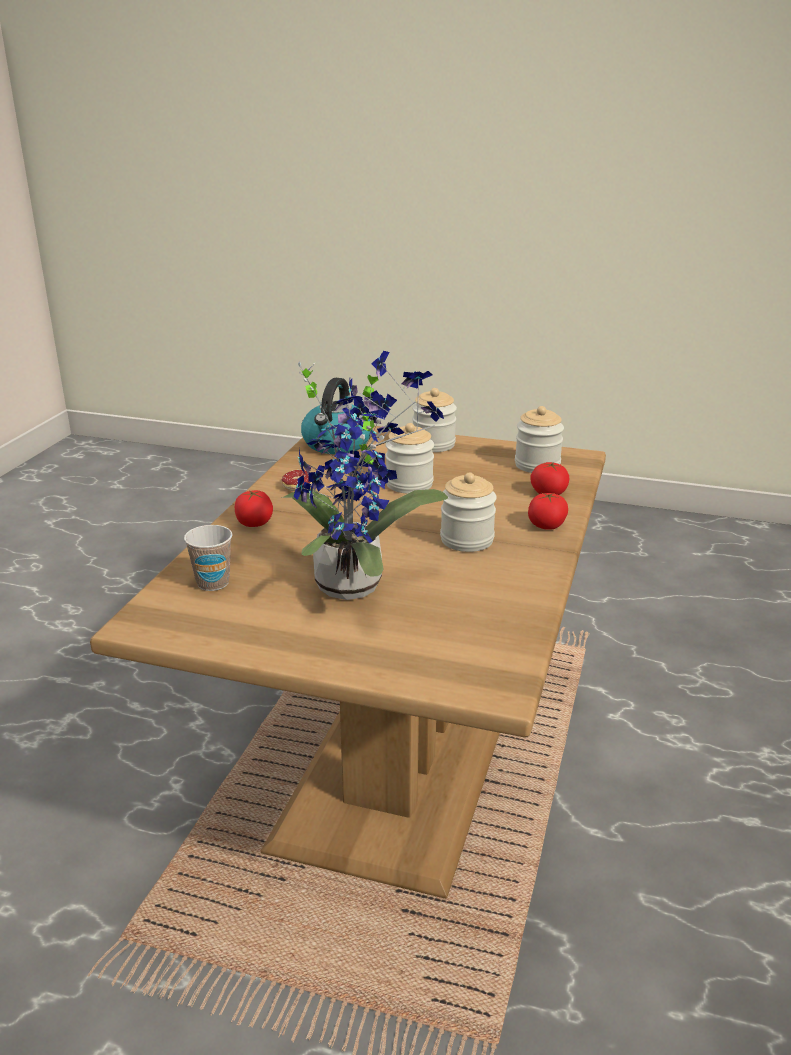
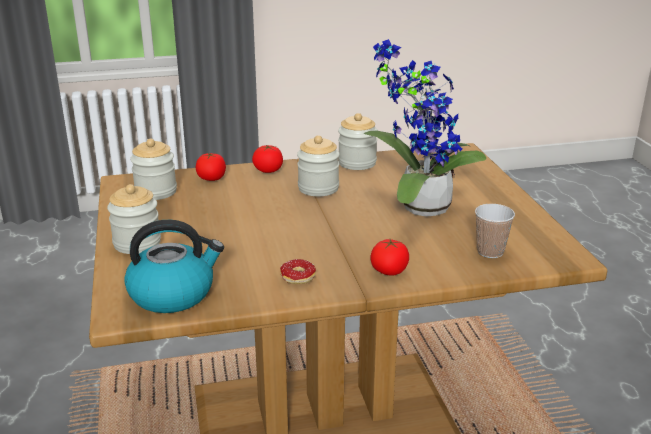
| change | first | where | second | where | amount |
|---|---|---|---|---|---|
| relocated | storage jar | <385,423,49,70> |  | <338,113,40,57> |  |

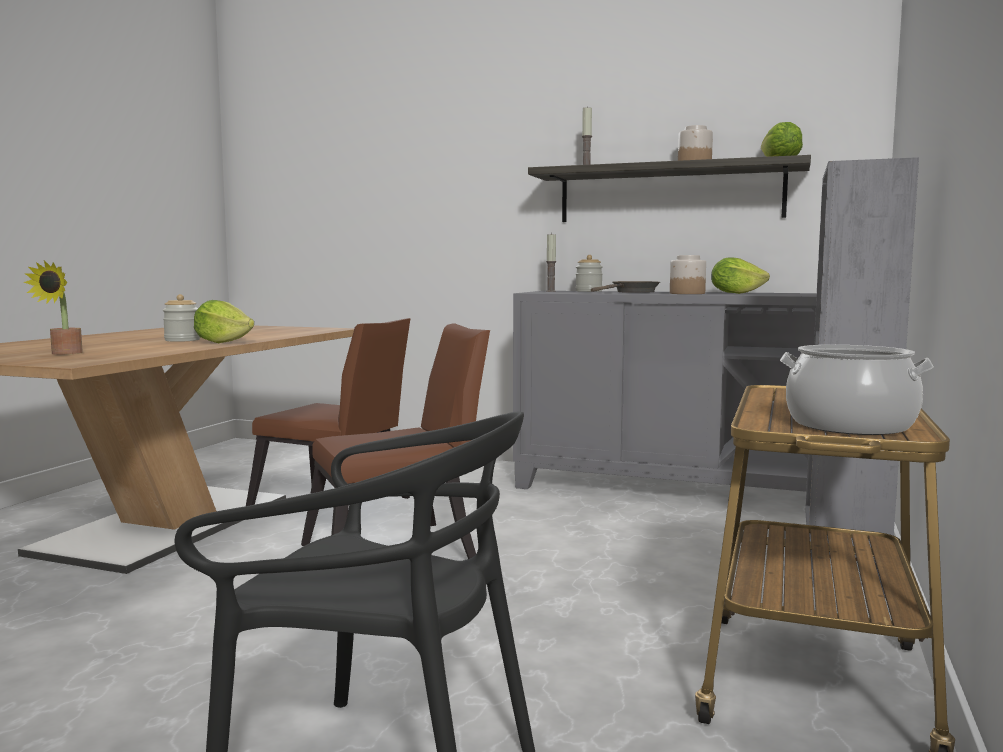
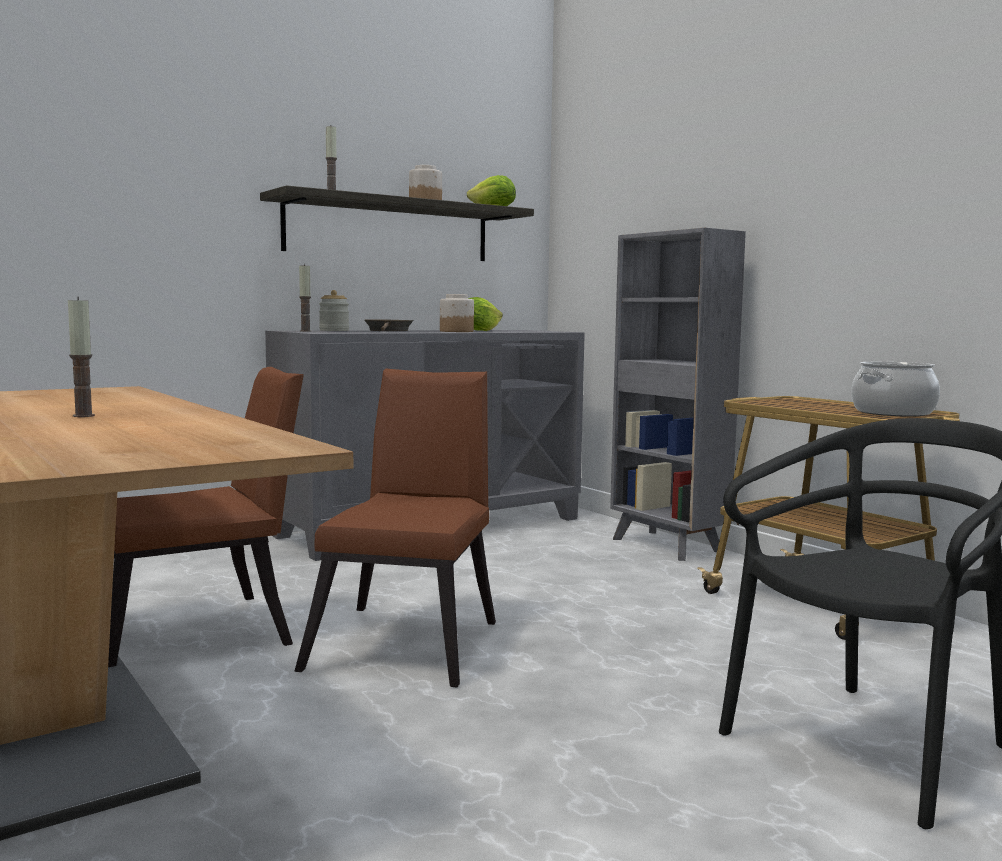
| change | first | where | second | where | amount |
|---|---|---|---|---|---|
| exchanged | storage jar | <163,294,37,48> | wax light | <68,297,27,120> |  |
| missing | plant in a pot | <23,261,60,94> |  |  |  |
| missing | lettuce | <194,300,60,43> |  |  |  |

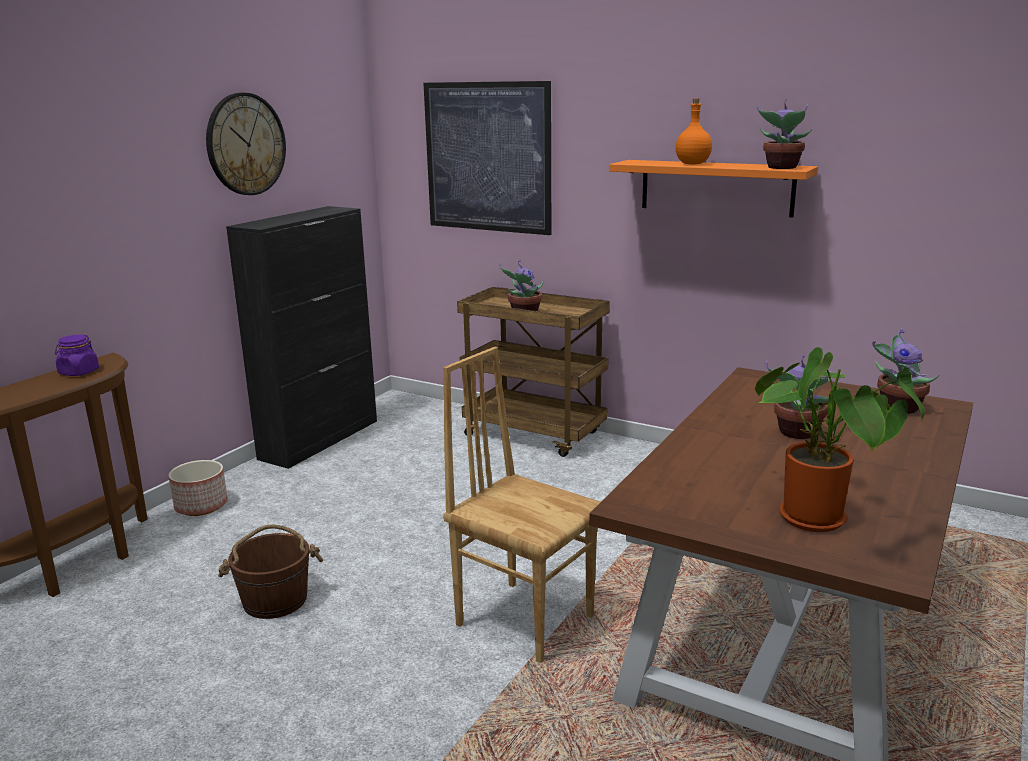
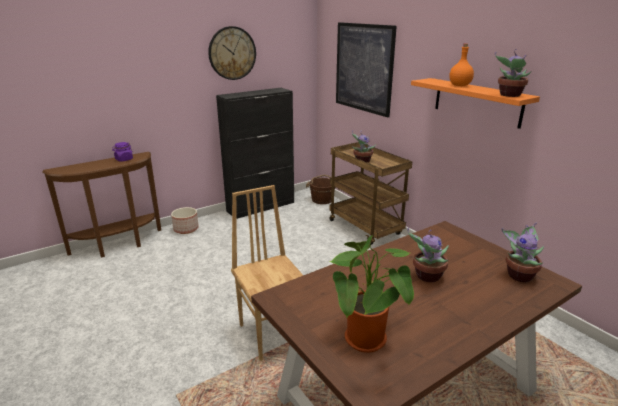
| change | first | where | second | where | amount |
|---|---|---|---|---|---|
| relocated | brown-coloured pail | <218,524,105,95> |  | <306,175,34,29> |  |

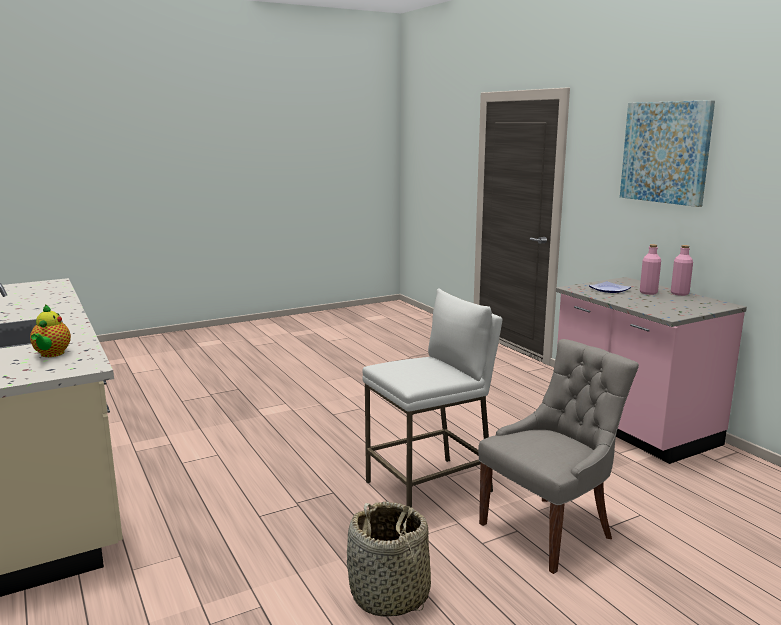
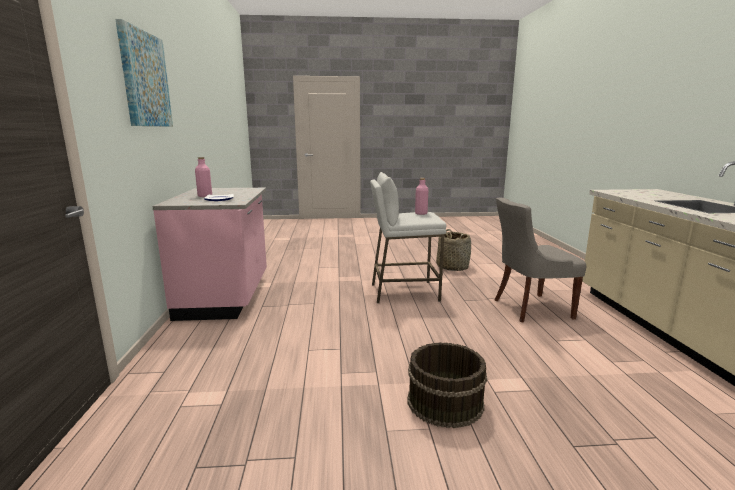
| change | first | where | second | where | amount |
|---|---|---|---|---|---|
| appeared |  |  | brown-coloured pail | <407,342,80,86> |  |
| relocated | pinkish bottle | <671,245,22,51> |  | <415,178,13,37> |  |
| relocated | gray plain chair | <478,339,161,235> |  | <494,198,92,124> |  |
| missing | pot for tea | <30,304,41,53> |  |  |  |

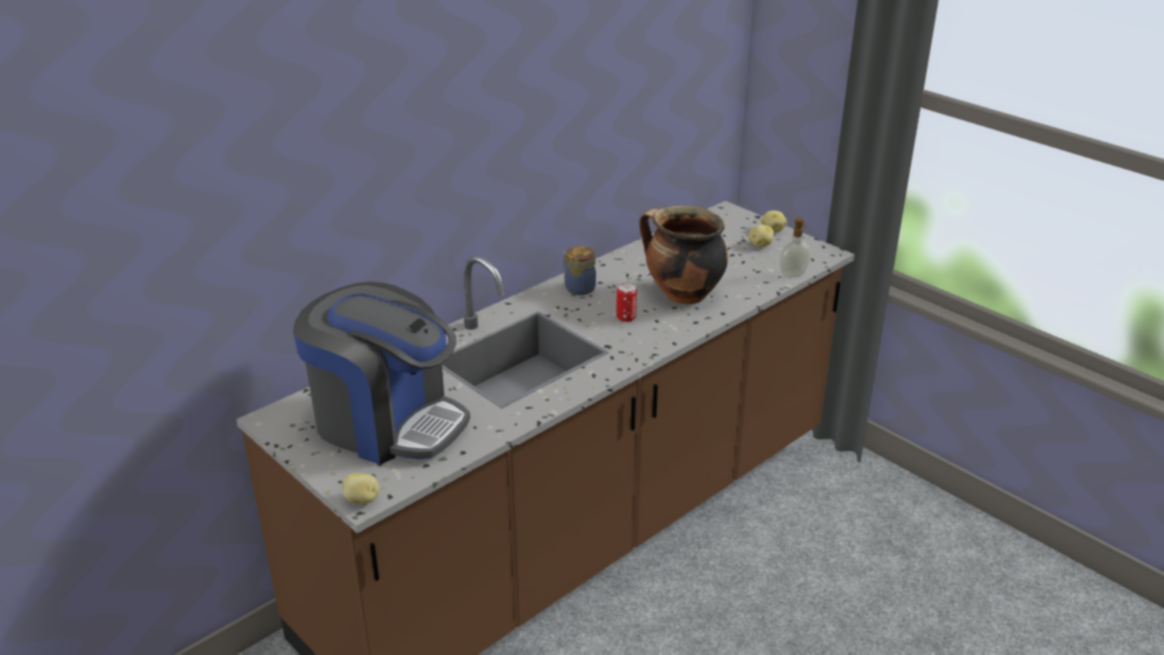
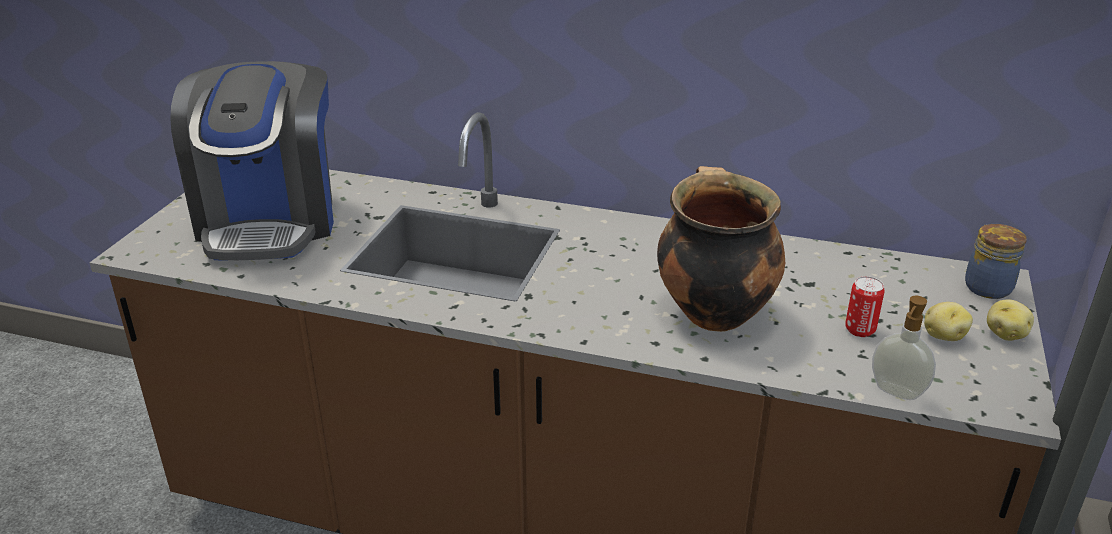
| change | first | where | second | where | amount |
|---|---|---|---|---|---|
| relocated | sealed can | <616,282,21,40> |  | <845,276,40,61> |  |
| relocated | storage jar | <562,246,34,49> |  | <965,224,62,75> |  |
| missing | potato | <343,473,36,31> |  |  |  |

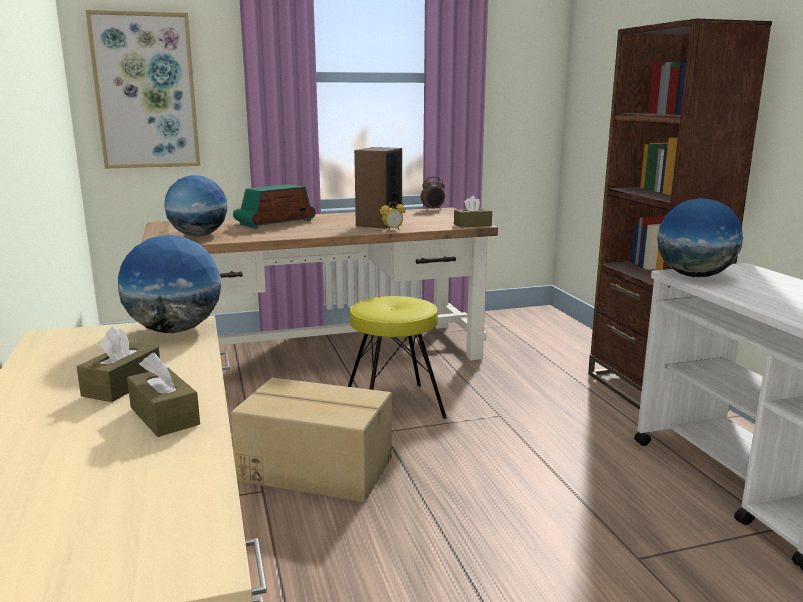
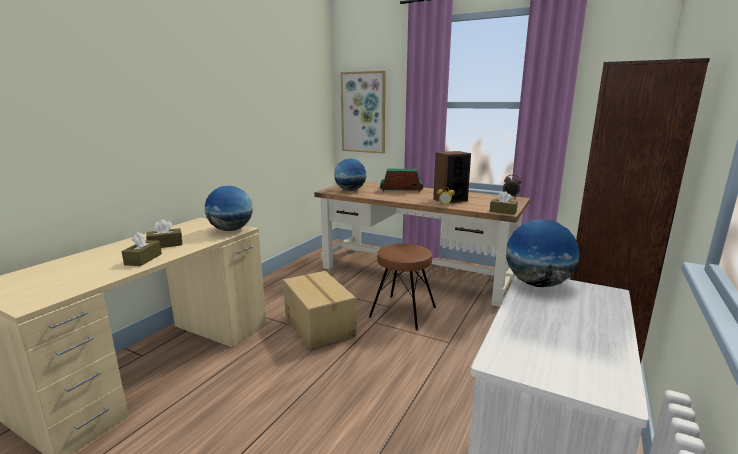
| change | first | where | second | where | amount |
|---|---|---|---|---|---|
| colour | yellow-coloured stool | <348,296,99,123> | brown-coloured stool | <369,244,67,86> |  |

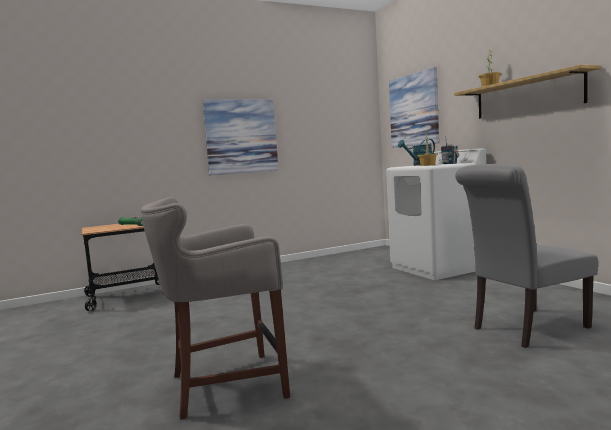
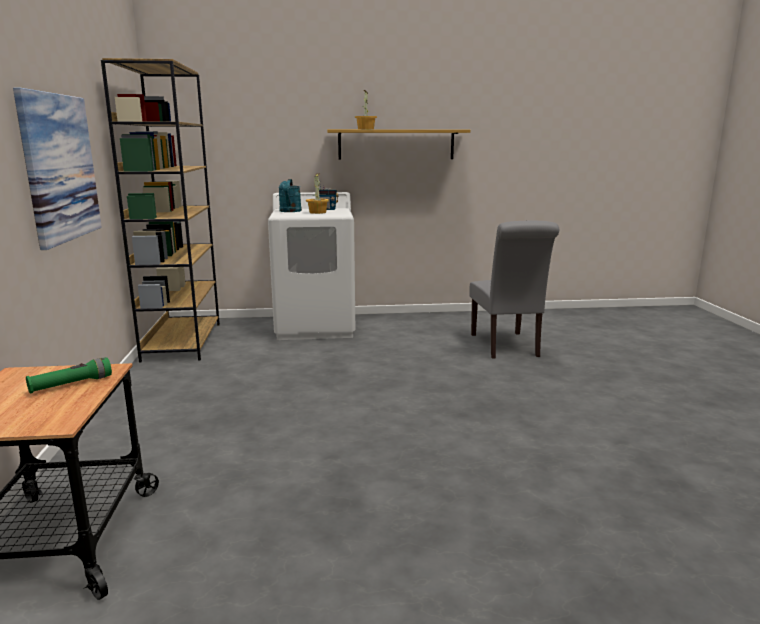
| change | first | where | second | where | amount |
|---|---|---|---|---|---|
| appeared |  |  | brown-coloured shelving unit | <101,58,119,305> |  |
| missing | gray stool | <141,197,149,223> |  |  |  |
| missing | picture | <389,67,50,80> |  |  |  |

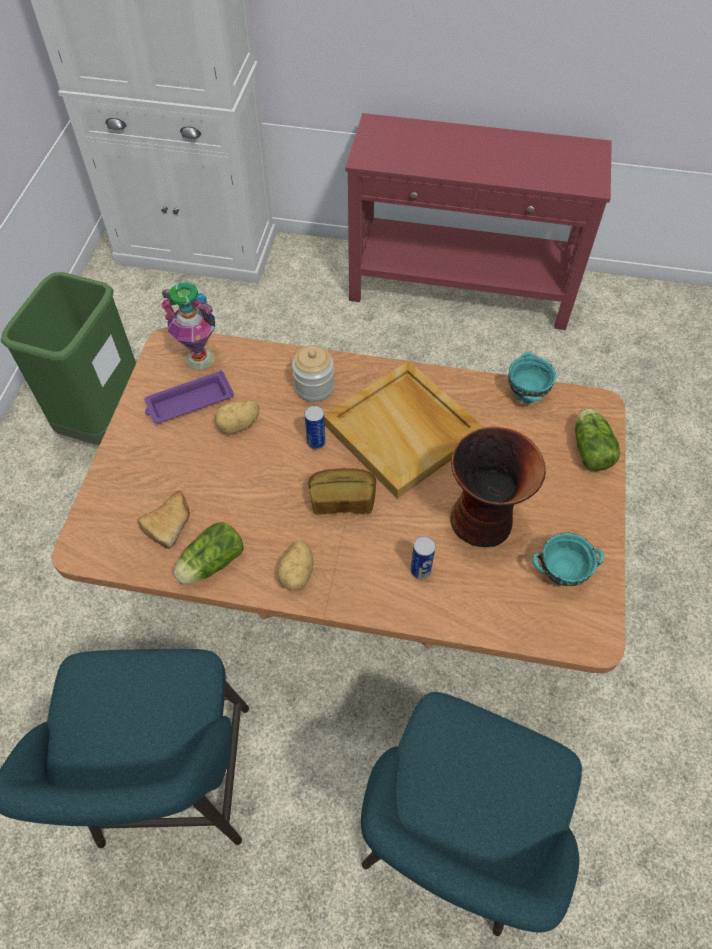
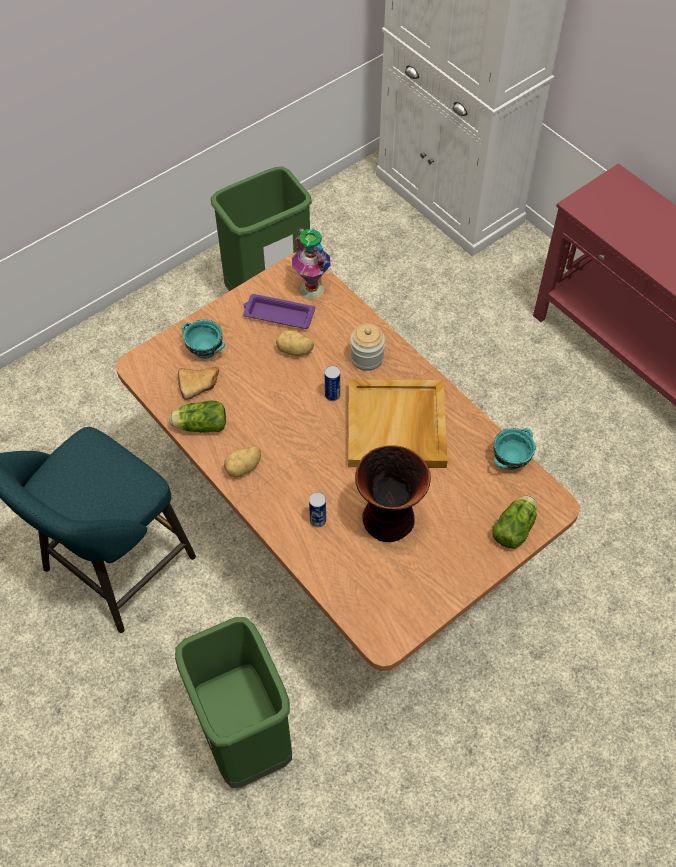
| change | first | where | second | where | amount |
|---|---|---|---|---|---|
| exchanged | turquoise-coloured stool | <361,692,221,244> | greenish trash can | <175,617,117,171> |  |
| relocated | turquoise-coloured deep dish | <532,532,72,54> |  | <181,320,44,39> |  |
| missing | bakery bread | <308,468,68,47> |  |  |  |

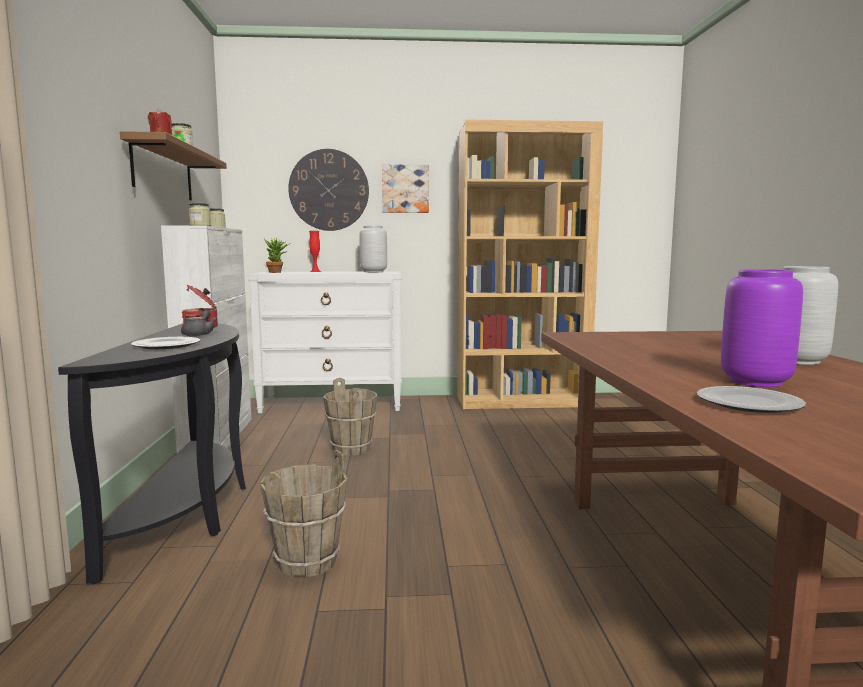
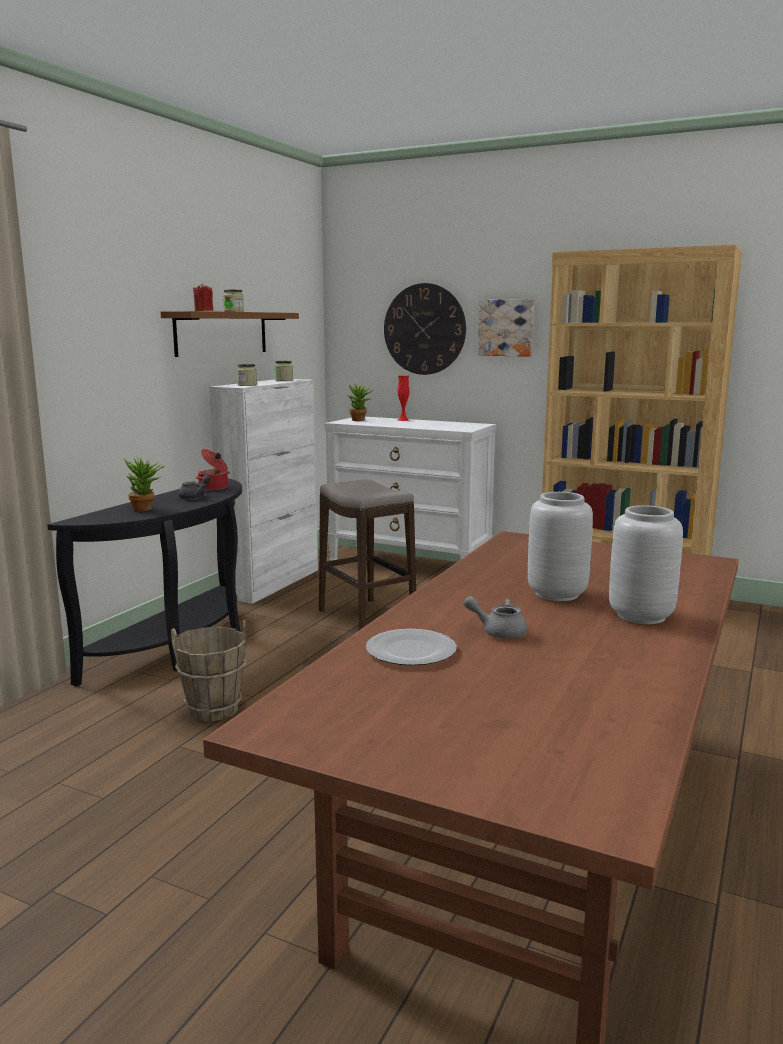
| change | first | where | second | where | amount |
|---|---|---|---|---|---|
| exchanged | flat dish | <131,337,69,12> | plant in a pot | <124,457,41,54> |  |
| exchanged | brown-coloured pail | <323,378,54,78> | stool | <319,480,97,150> |  |
| exchanged | purple flower vase | <721,269,82,118> | gray pot for tea | <464,596,64,43> |  |
| relocated | gray flower vase | <359,225,28,47> |  | <528,492,65,109> |  |

